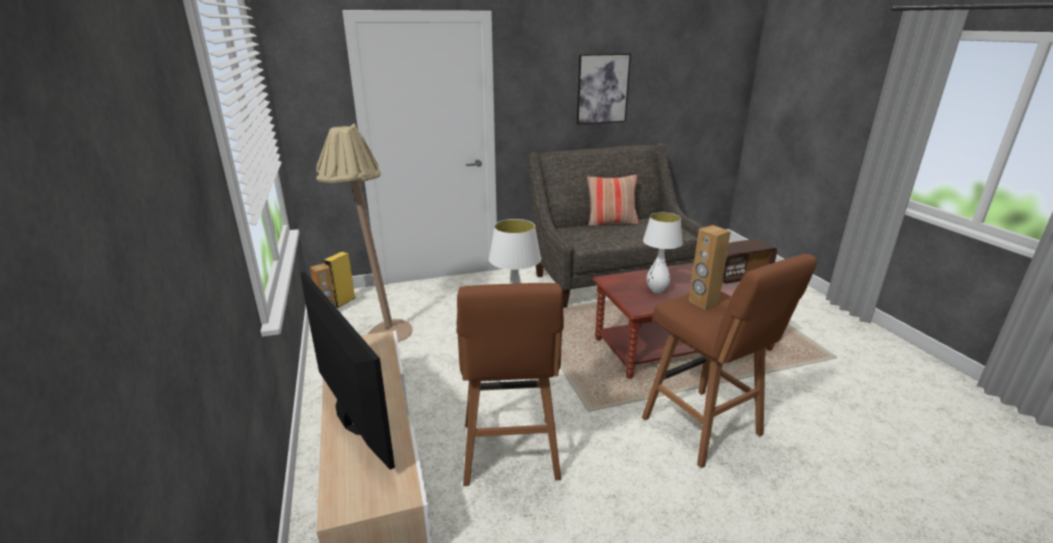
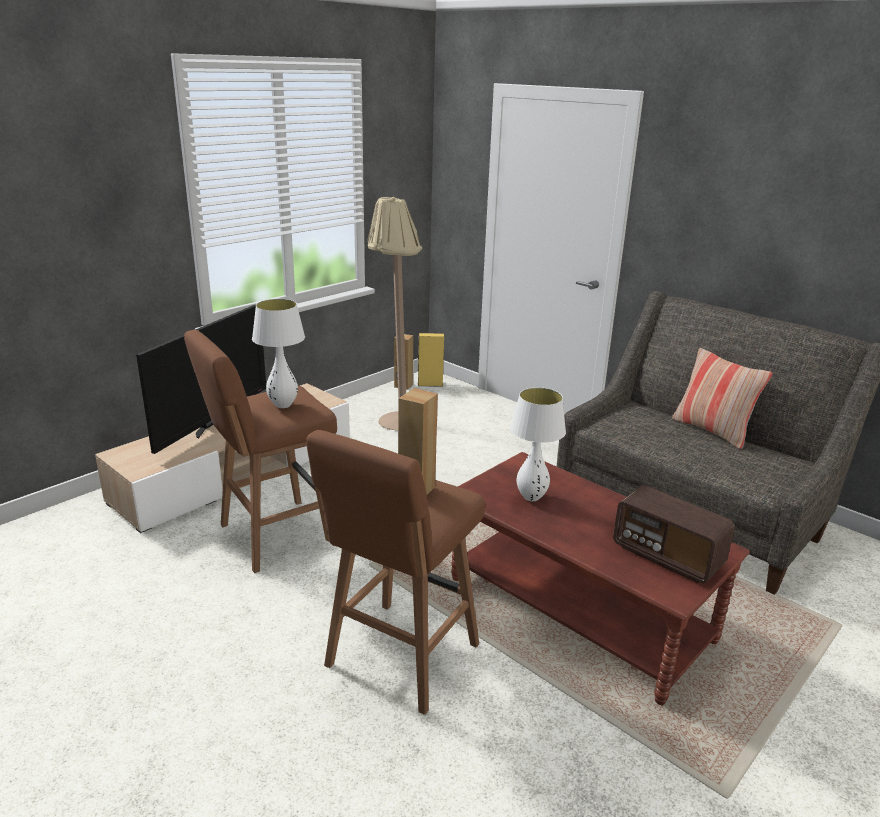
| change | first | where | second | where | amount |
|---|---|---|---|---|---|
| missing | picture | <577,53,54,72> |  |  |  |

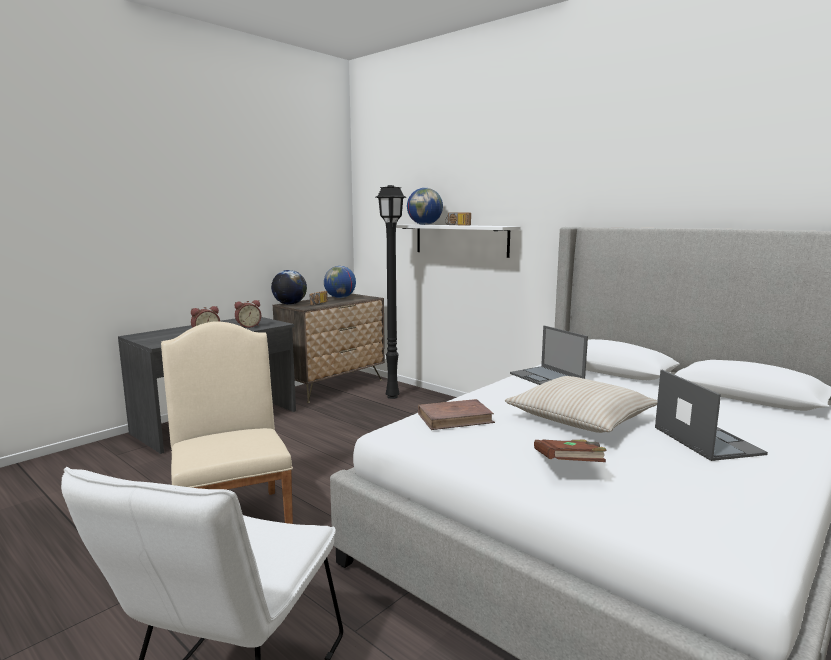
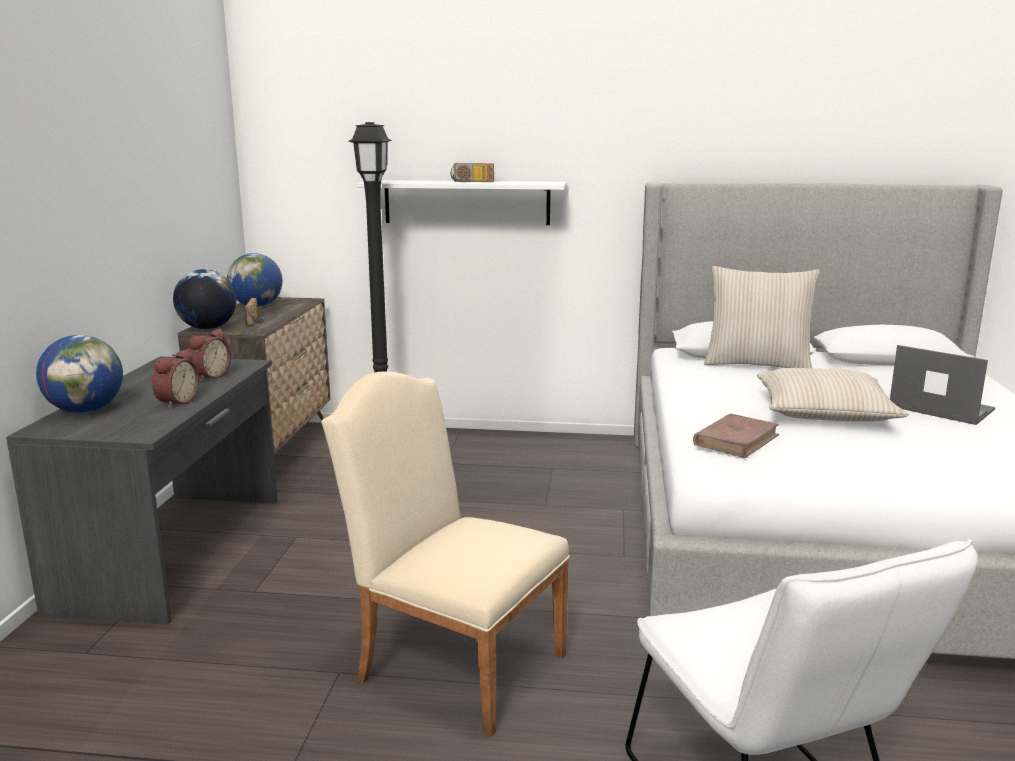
| change | first | where | second | where | amount |
|---|---|---|---|---|---|
| relocated | world globe | <407,188,36,37> |  | <36,335,87,78> |  |
| appeared |  |  | beige pillow | <704,266,116,102> |  |
| missing | portable computer | <510,325,78,60> |  |  |  |
| missing | brown-coloured book | <534,440,73,22> |  |  |  |

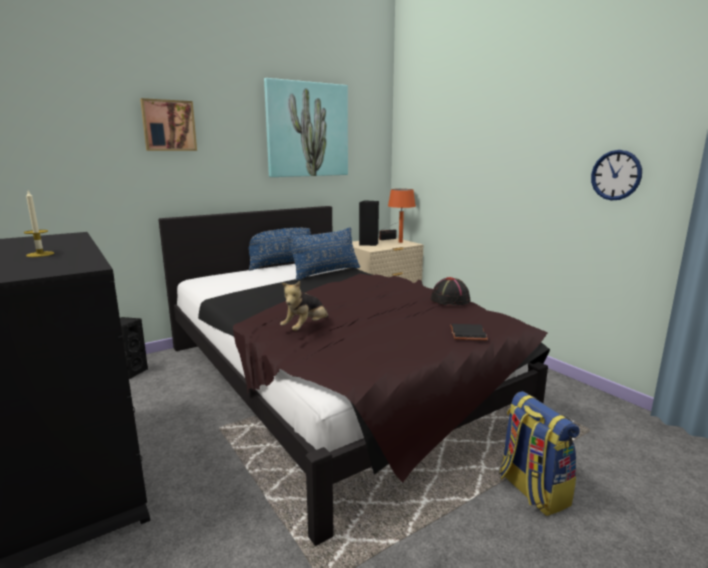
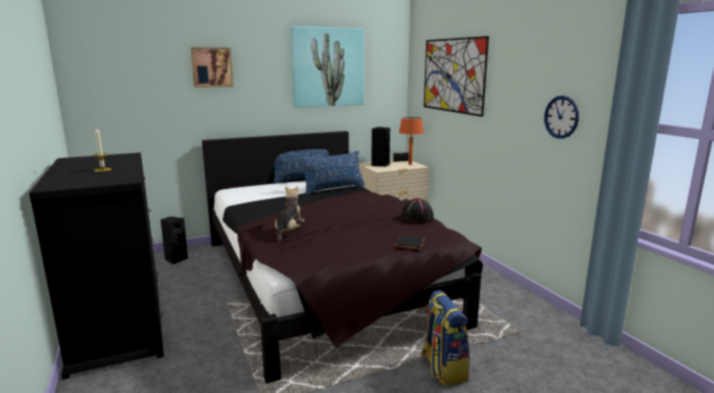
| change | first | where | second | where | amount |
|---|---|---|---|---|---|
| spun | cuddly toy | <280,281,49,50> |  | <275,186,30,56> | 150 degrees clockwise |
| appeared |  |  | picture | <424,36,65,81> |  |

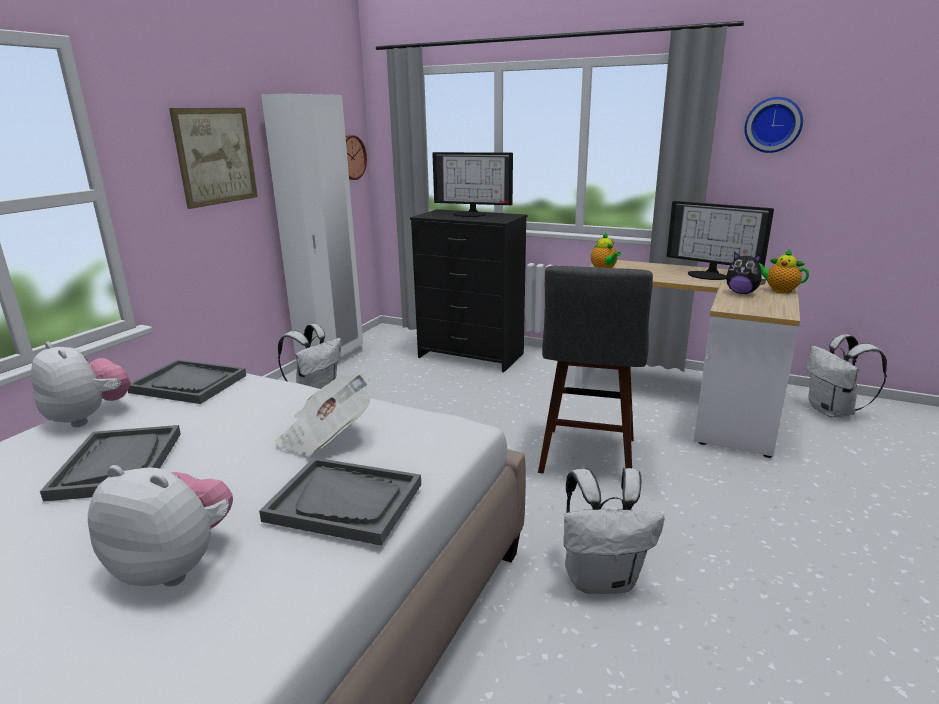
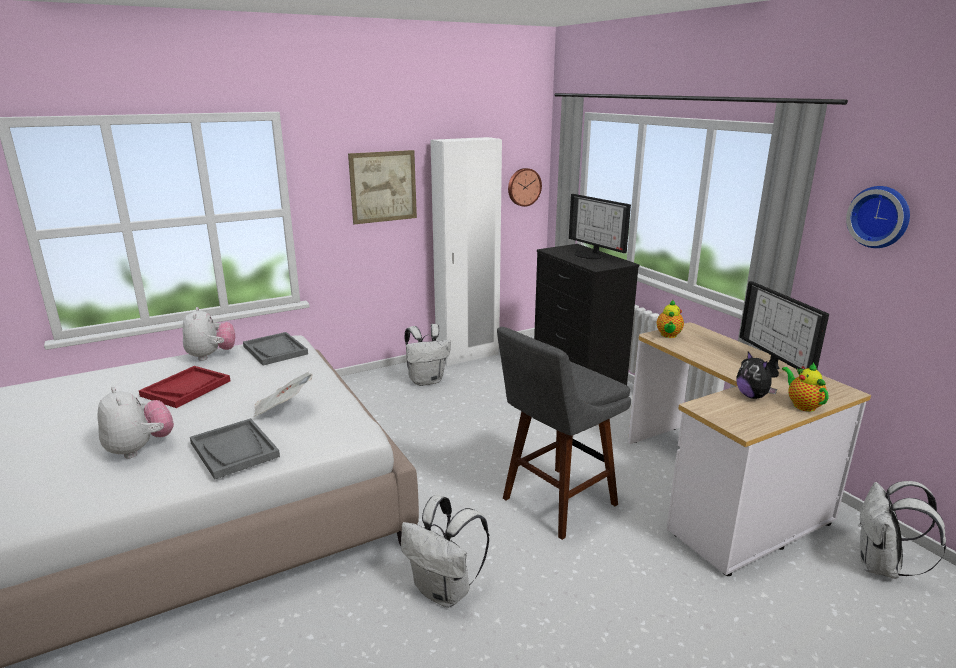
| change | first | where | second | where | amount |
|---|---|---|---|---|---|
| colour | gray tray | <40,425,141,77> | red-coloured tray | <139,366,91,42> |  |

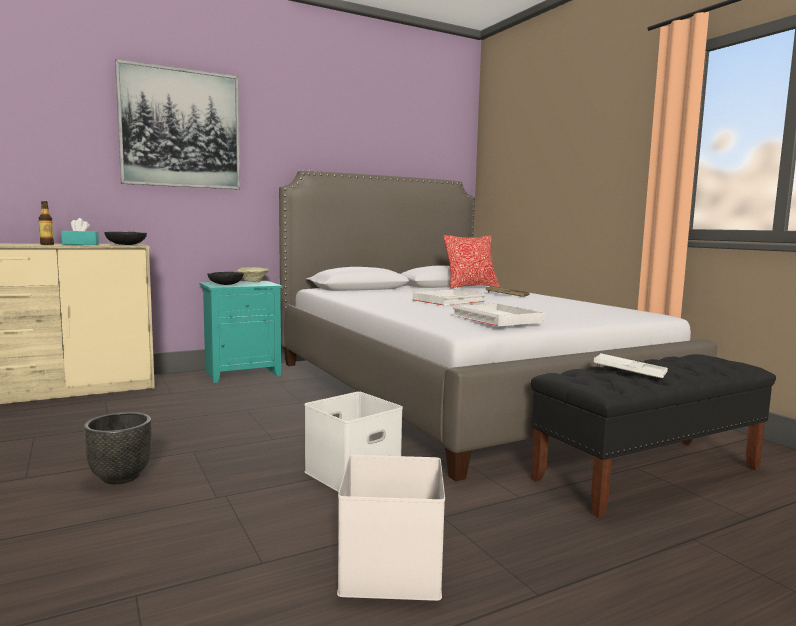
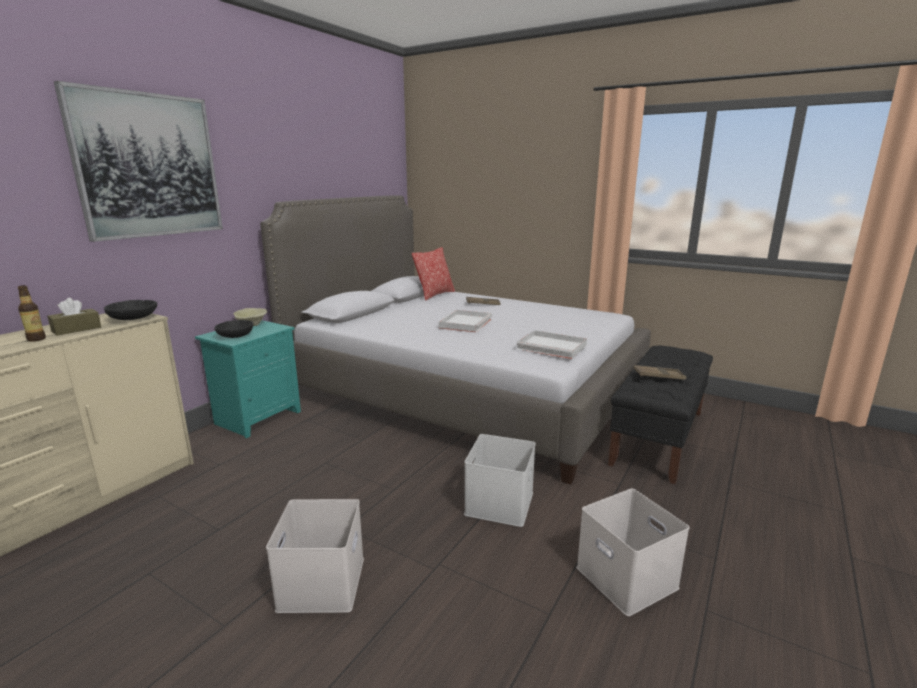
| change | first | where | second | where | amount |
|---|---|---|---|---|---|
| colour | turquoise-coloured box of tissues | <61,218,38,27> | brown-coloured box of tissues | <47,298,54,38> |  |
| exchanged | black-coloured plant pot | <84,412,68,72> | white storage container | <266,499,98,114> |  |
| colour | white tray | <594,353,74,25> | brown-coloured tray | <634,365,52,15> |  |

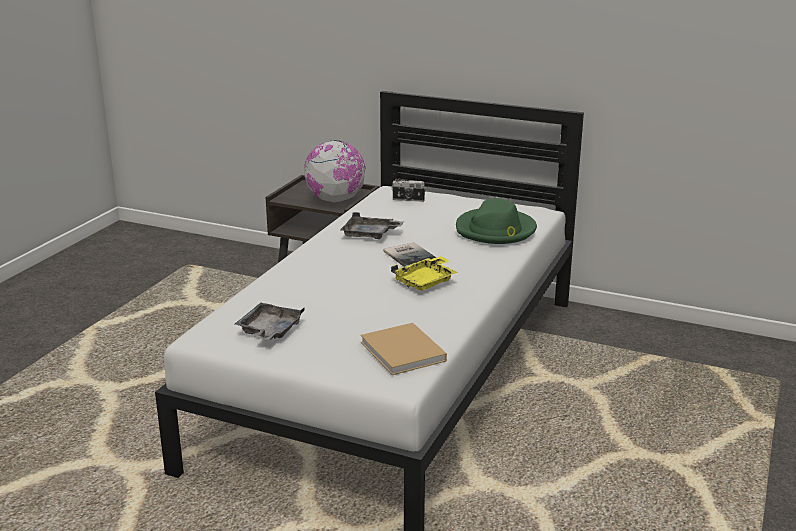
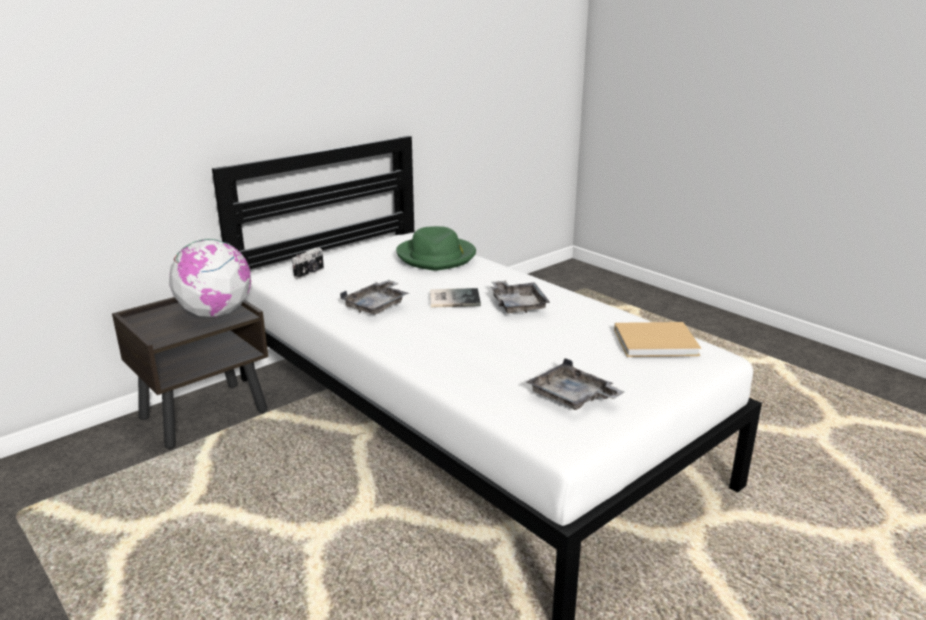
| change | first | where | second | where | amount |
|---|---|---|---|---|---|
| colour | yellow-coloured tray | <391,256,67,35> | gray tray | <491,280,59,33> |  |

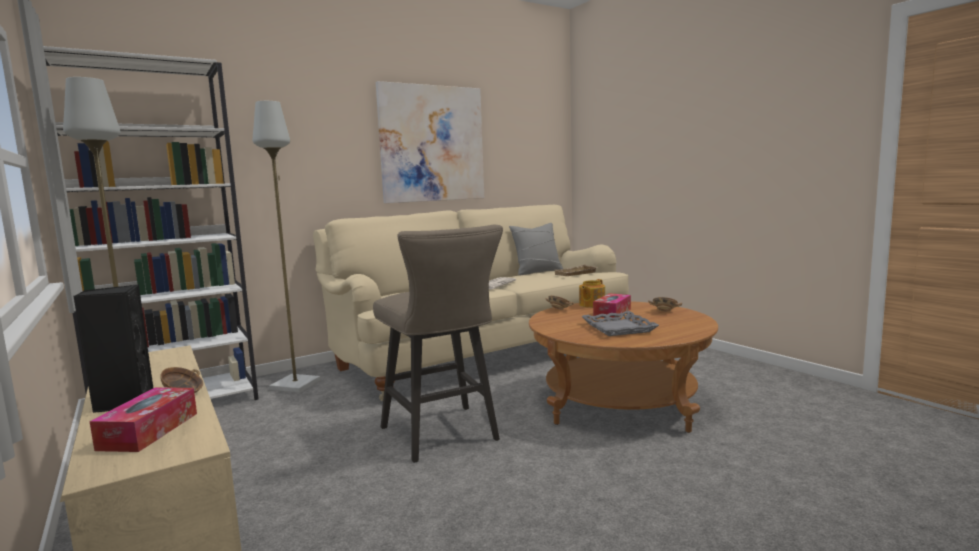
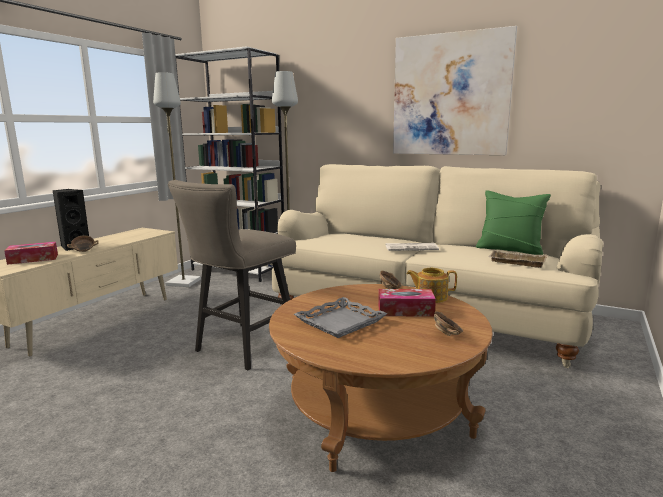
| change | first | where | second | where | amount |
|---|---|---|---|---|---|
| colour | gray pillow | <509,223,54,52> | greenish pillow | <476,190,75,65> |  |

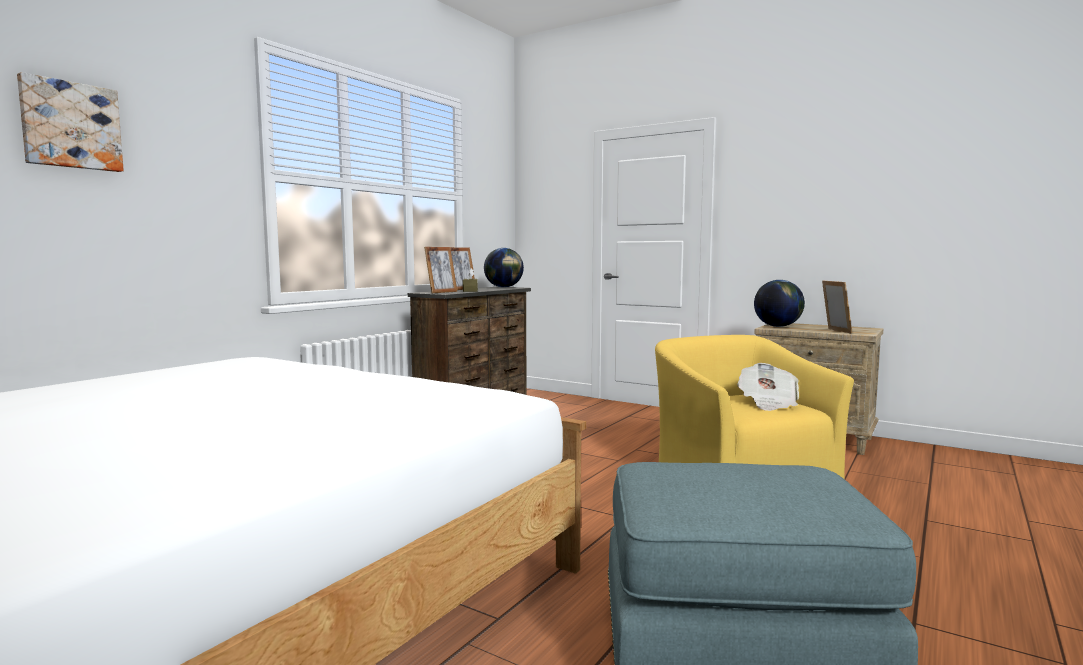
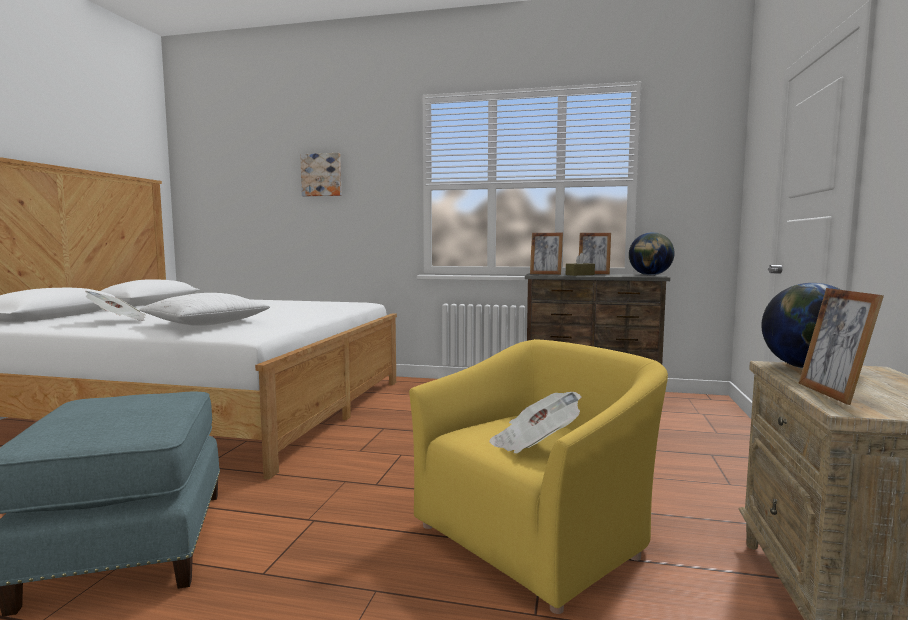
| change | first | where | second | where | amount |
|---|---|---|---|---|---|
| appeared |  |  | printed paper | <85,291,61,30> |  |
| appeared |  |  | white pillow | <139,293,131,33> |  |
| spun | picture frame | <822,281,30,52> |  | <799,288,85,117> | 120 degrees clockwise |

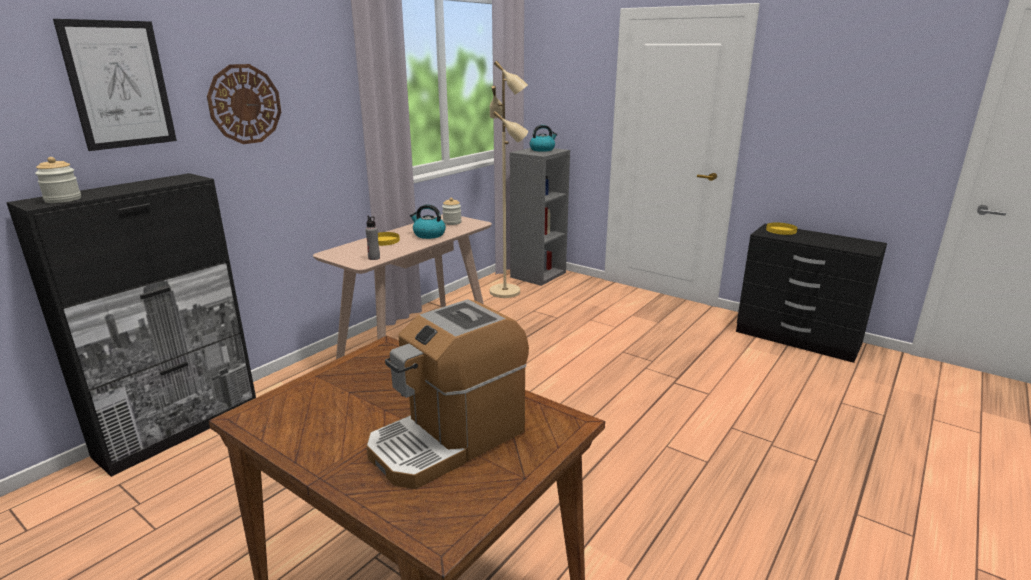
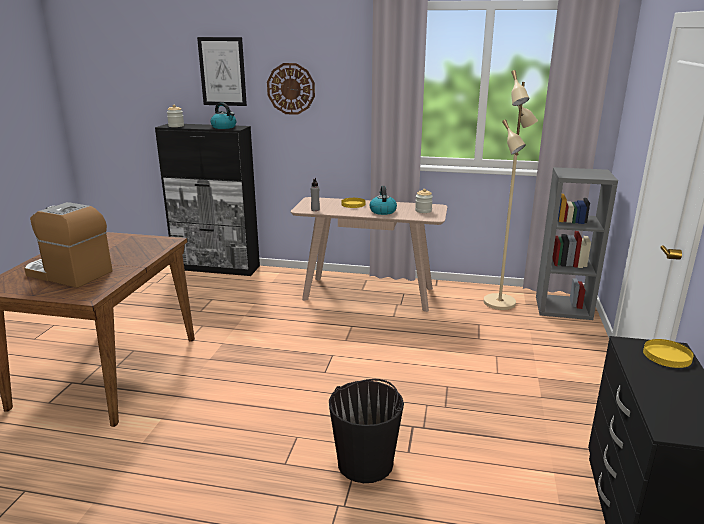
| change | first | where | second | where | amount |
|---|---|---|---|---|---|
| relocated | water kettle | <530,125,27,27> |  | <211,102,25,27> |  |
| appeared |  |  | black-coloured pail | <329,379,75,104> |  |

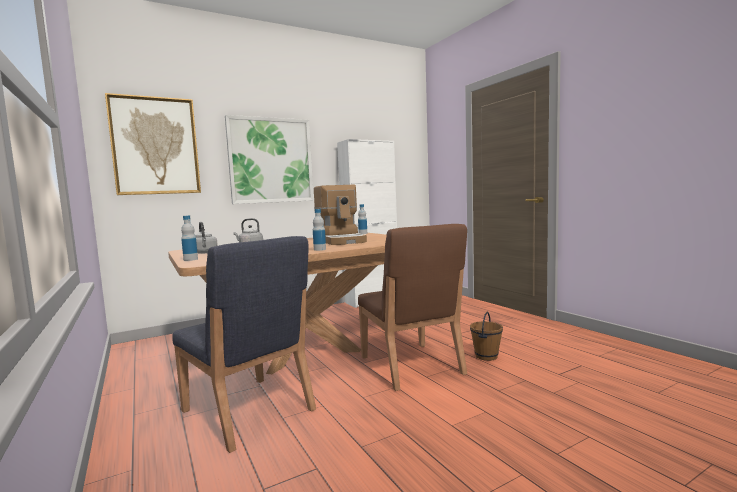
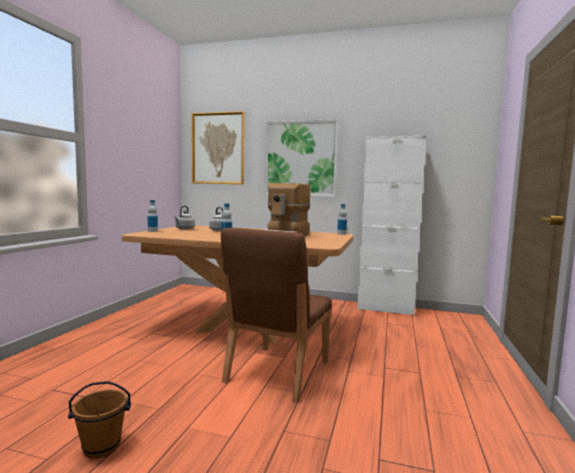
| change | first | where | second | where | amount |
|---|---|---|---|---|---|
| relocated | brown-coloured pail | <470,312,33,49> |  | <68,381,63,78> |  |
| missing | bluish plain chair | <172,236,144,217> |  |  |  |

